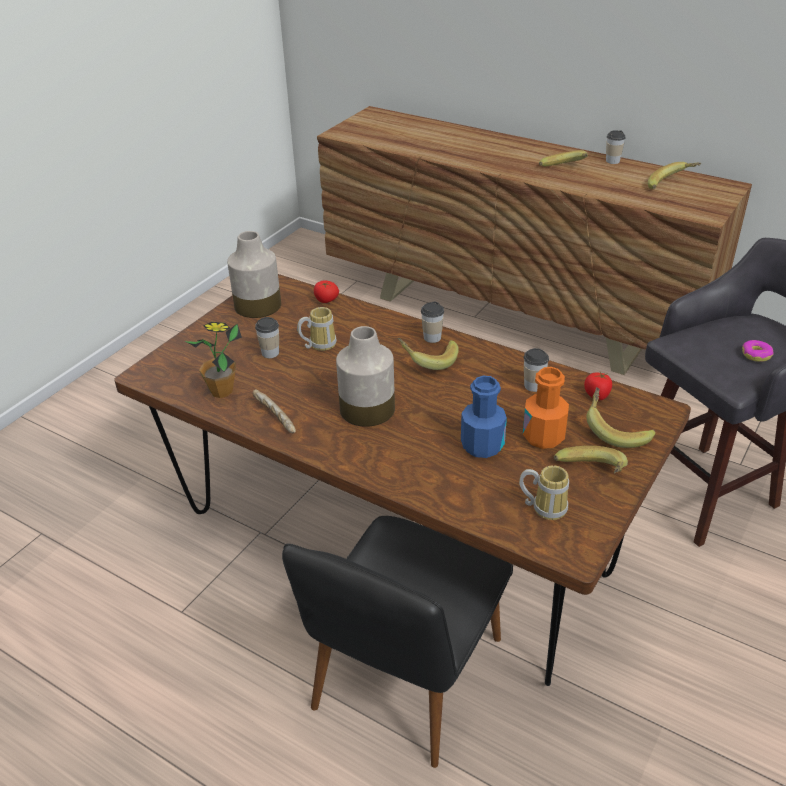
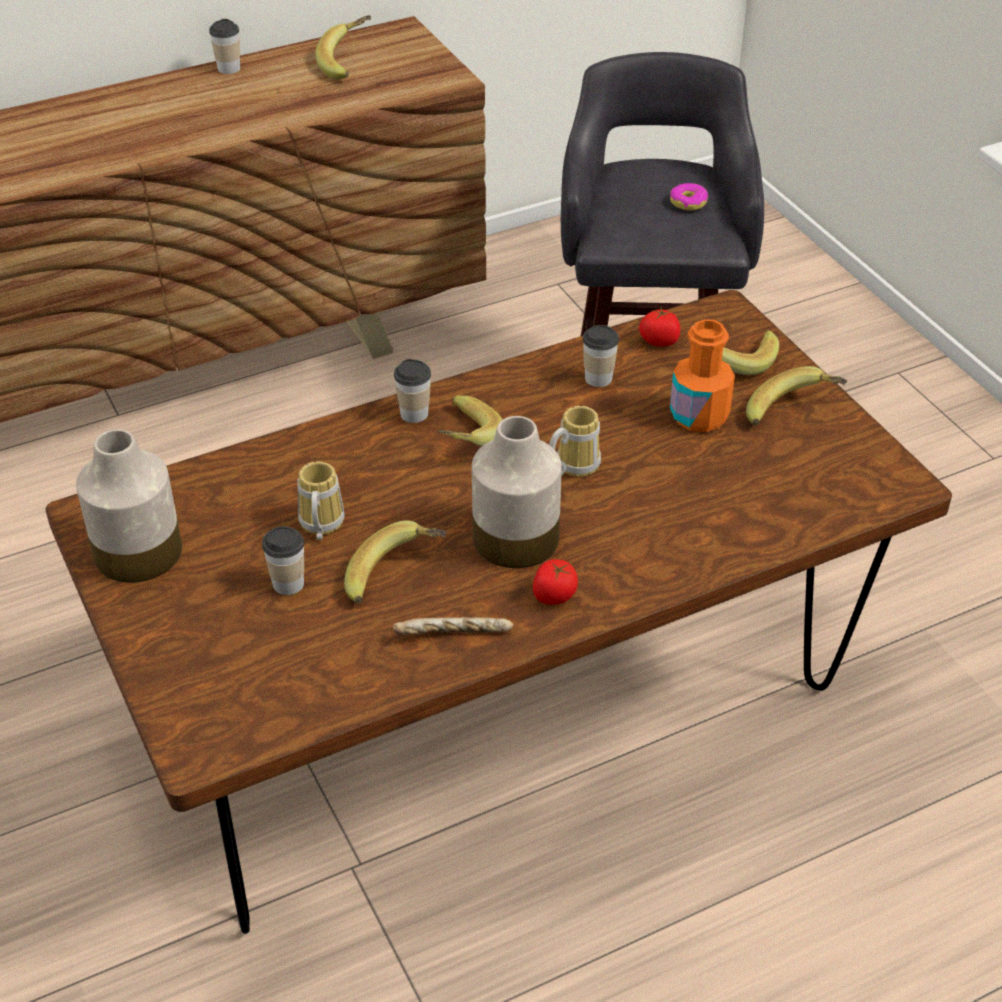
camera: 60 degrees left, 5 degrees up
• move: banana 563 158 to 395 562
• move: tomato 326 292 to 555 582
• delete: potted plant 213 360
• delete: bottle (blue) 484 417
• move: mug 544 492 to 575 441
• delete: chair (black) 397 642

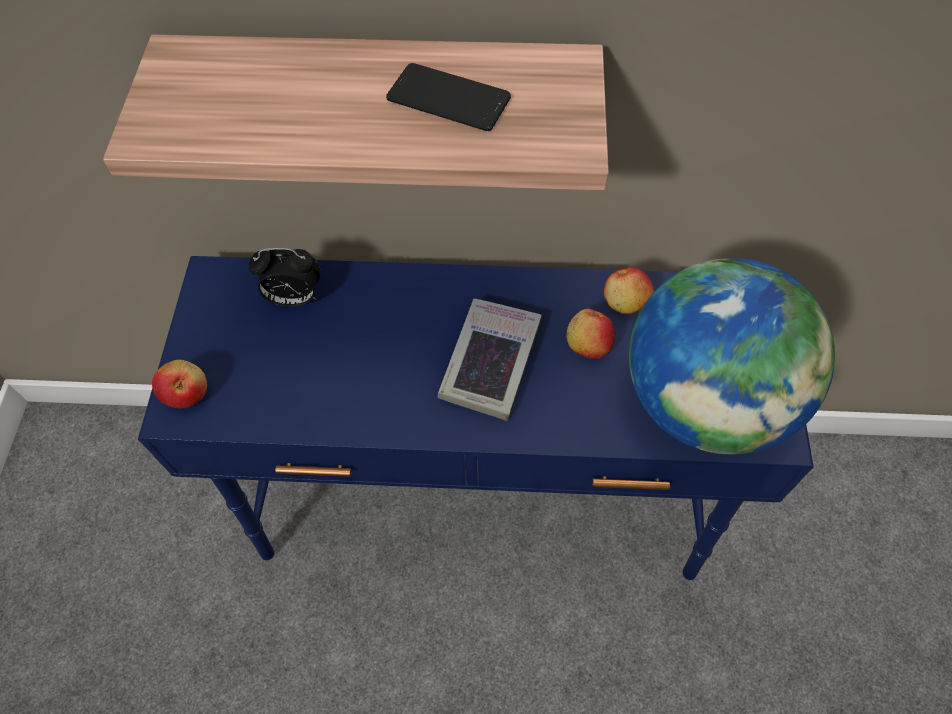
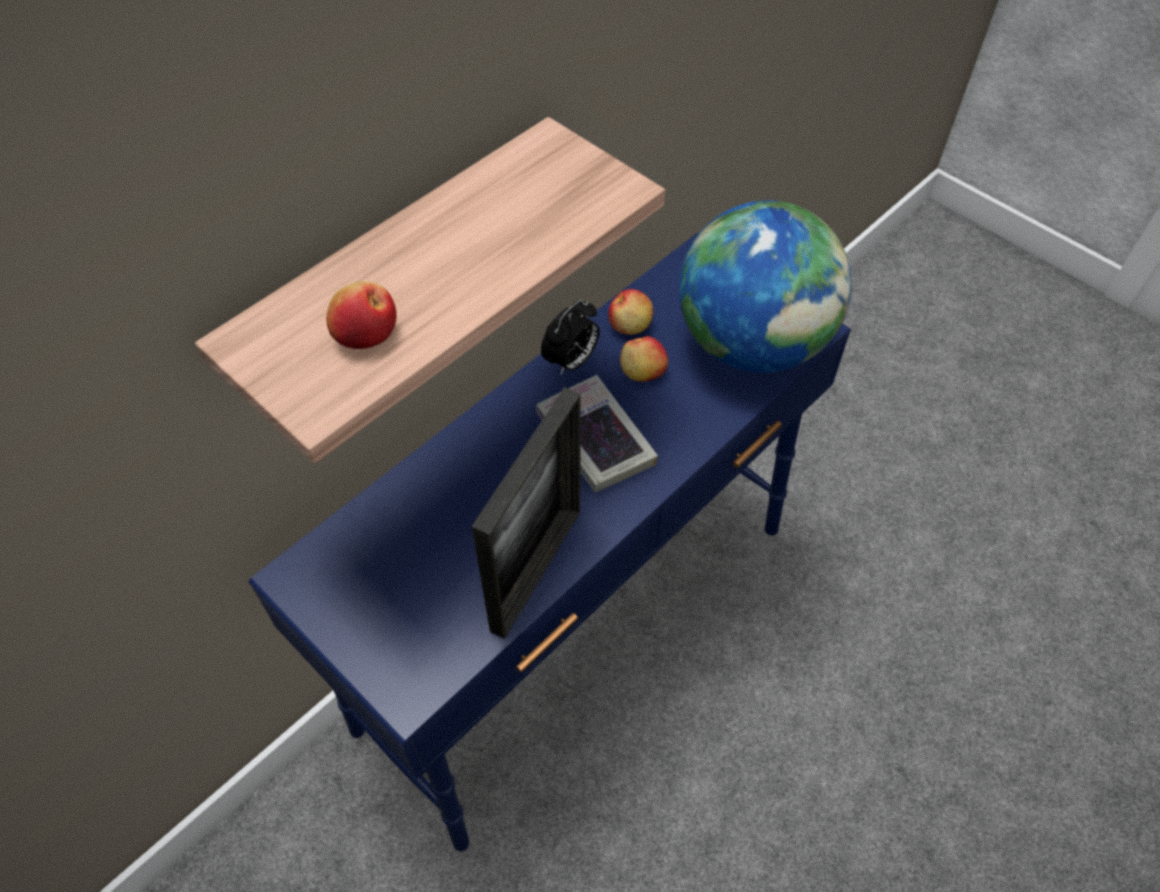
camera: 50 degrees left, 5 degrees down
• delete: phone 448 97
• move: alarm clock 284 277 to 570 337
• move: apple 179 384 to 361 315
• insert: picture frame 526 513

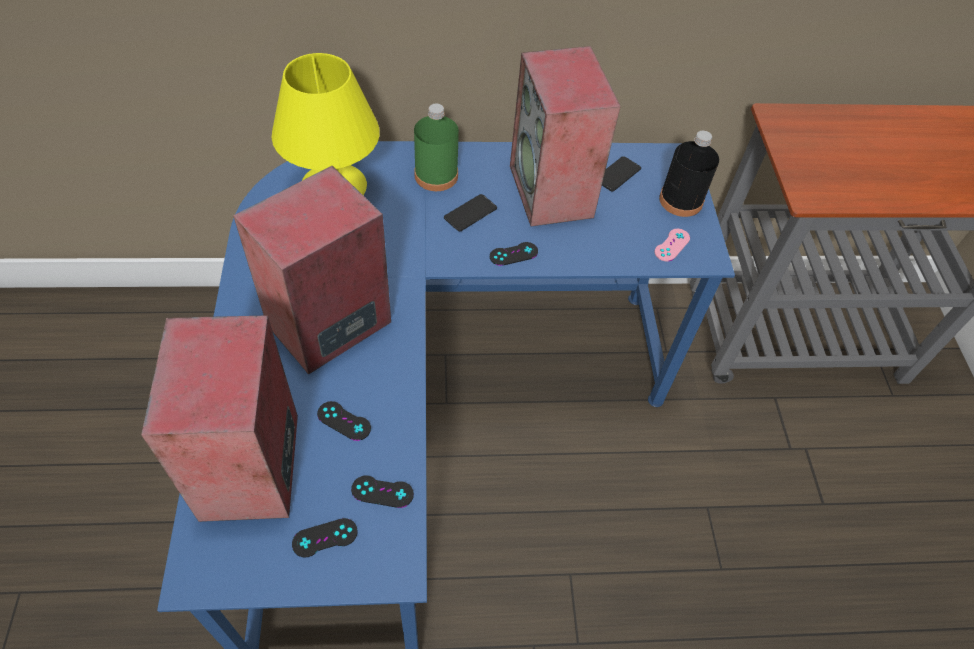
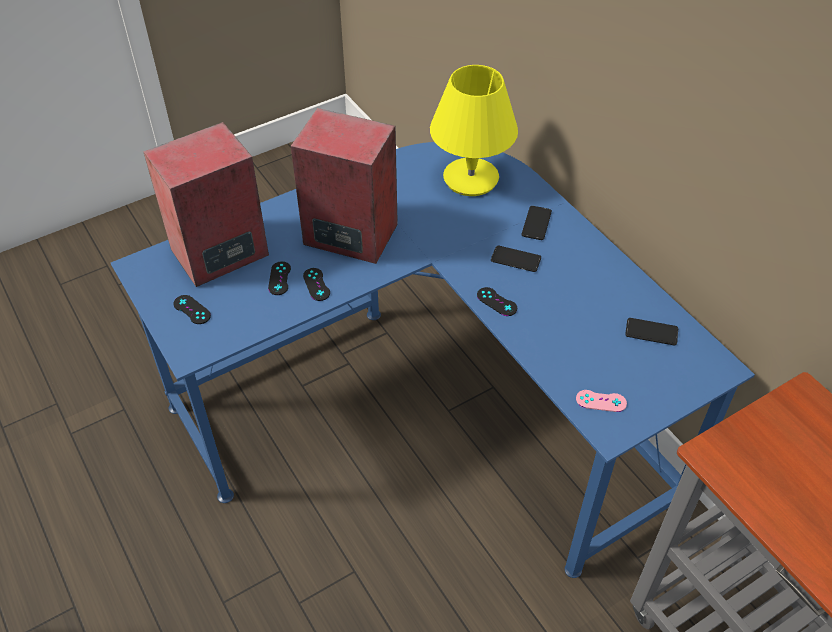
camera: 65 degrees right, 5 degrees down
• delete: speaker 565 136
• replace: bottle (green) 436 147 to phone 536 223
• delete: bottle (black) 689 174
• move: game controller (black) 382 492 to 316 284

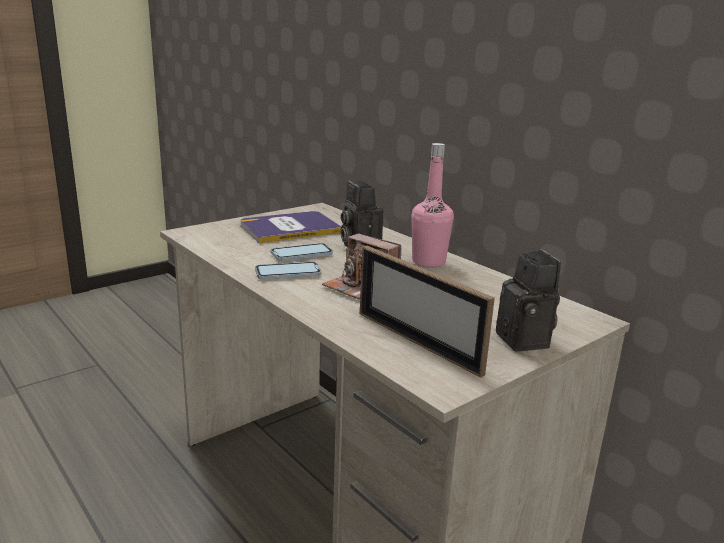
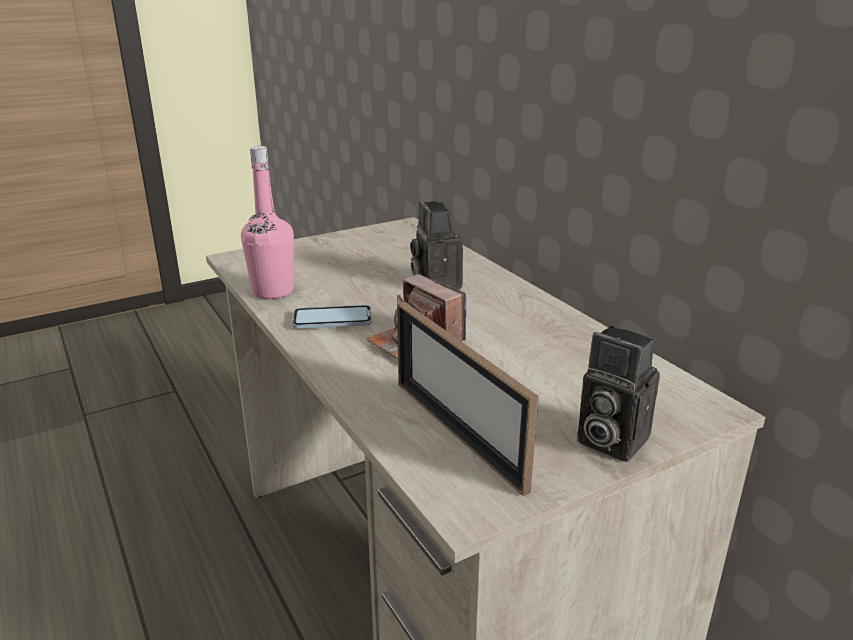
camera: 10 degrees right, 5 degrees up
• move: bottle (pink) 433 205 to 267 222
• delete: book 290 227
• delete: phone 302 252
• rotate: photo camera 528 300 = 618 394 135 degrees clockwise

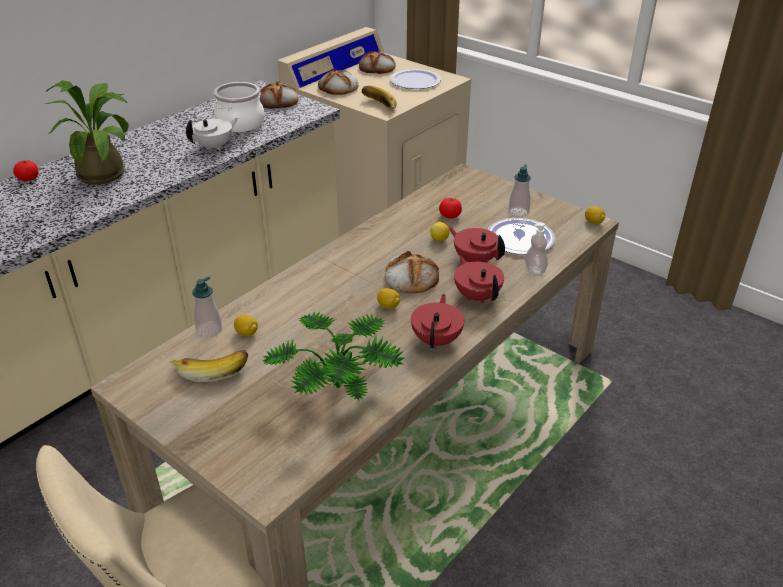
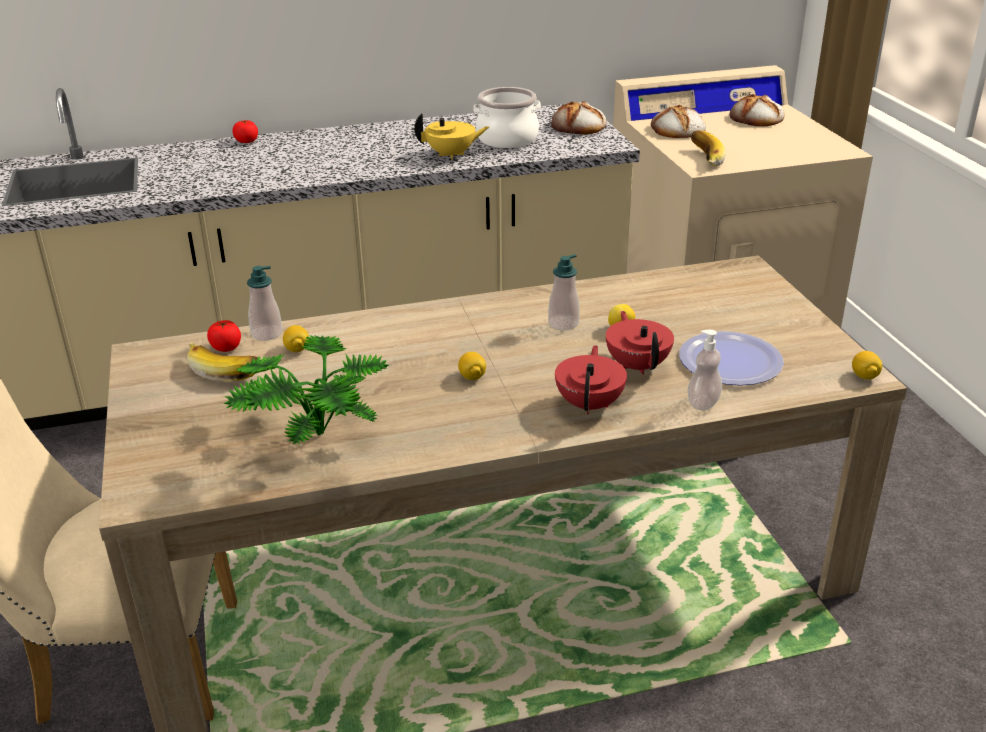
camera: 35 degrees right, 5 degrees down
• delete: plate 415 79
• delete: potted plant 86 132
• recolor: teapot (white) 212 134 to teapot (yellow) 451 137
• move: soap dispenser 519 190 to 564 292
• move: tomato 450 208 to 224 336
• delete: bread 412 272
• delete: teapot (red) 437 321

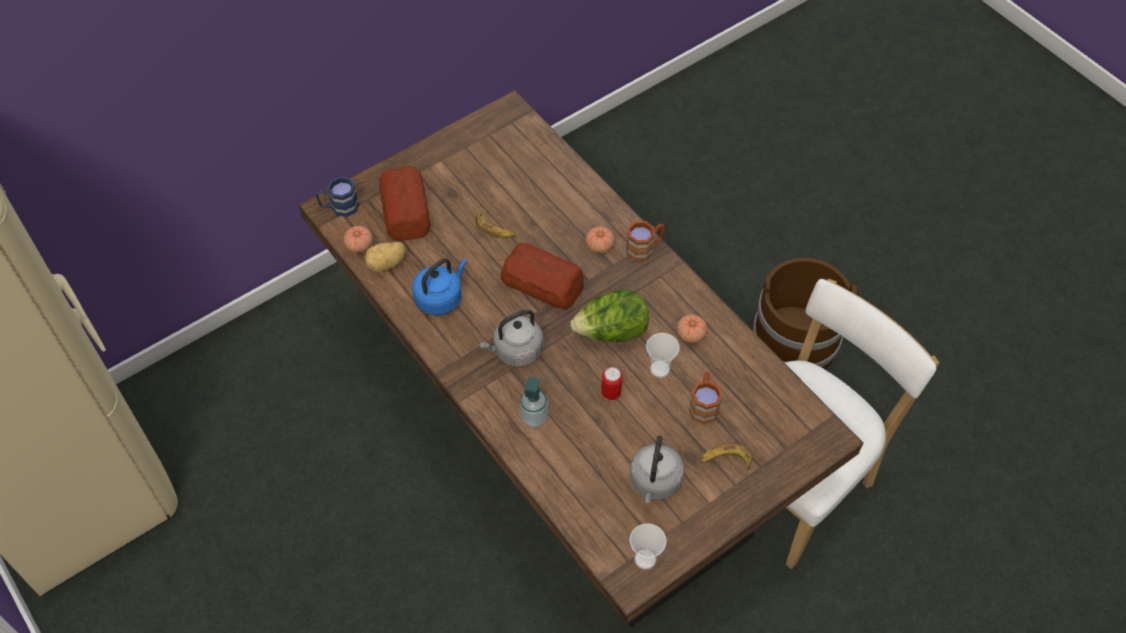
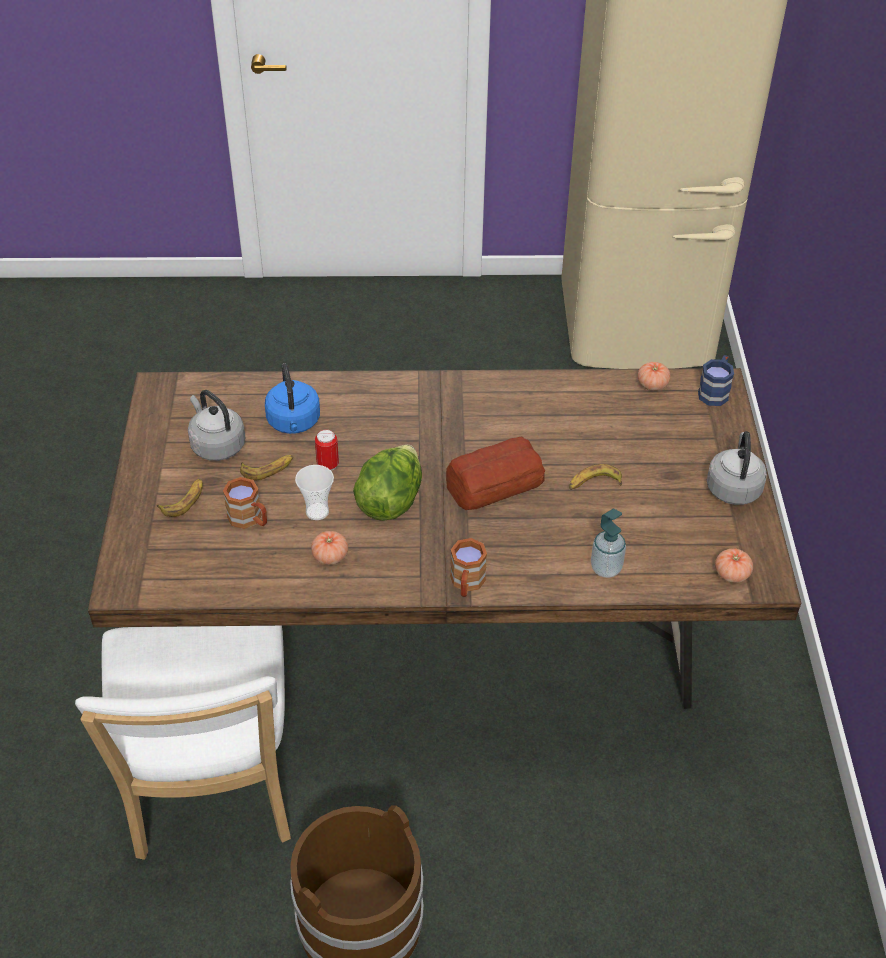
camera: 125 degrees right, 10 degrees down
• delete: bread 405 204
• move: tomato 600 239 to 734 565
• delete: potato 385 257
• move: kettle (blue) 439 286 to 292 398
• move: kettle (grey) 511 338 to 737 468
• move: soap dispenser 534 402 to 608 543
• delete: cup 648 546
• insert: banana 266 467

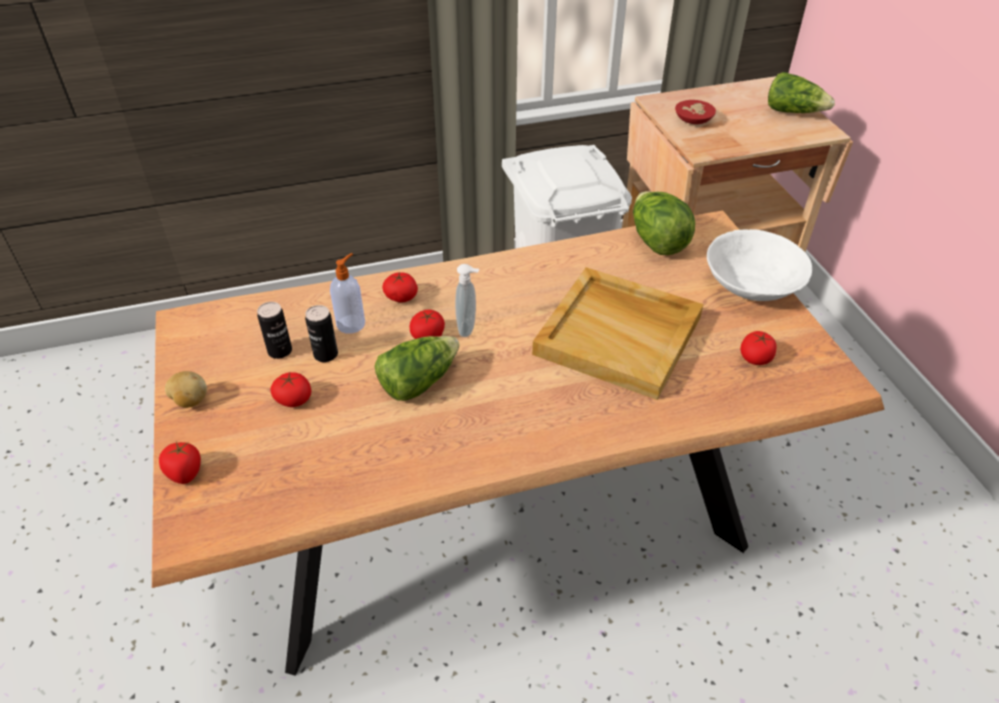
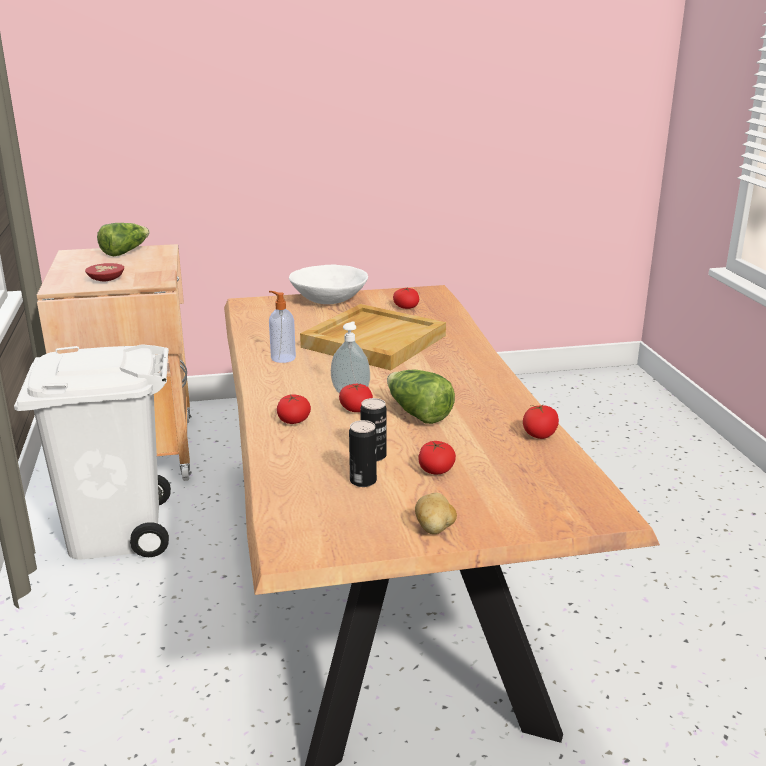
camera: 85 degrees left, 20 degrees down
• delete: lettuce 664 223
• move: soap dispenser 347 293 to 282 327
• move: tomato 180 462 to 541 422

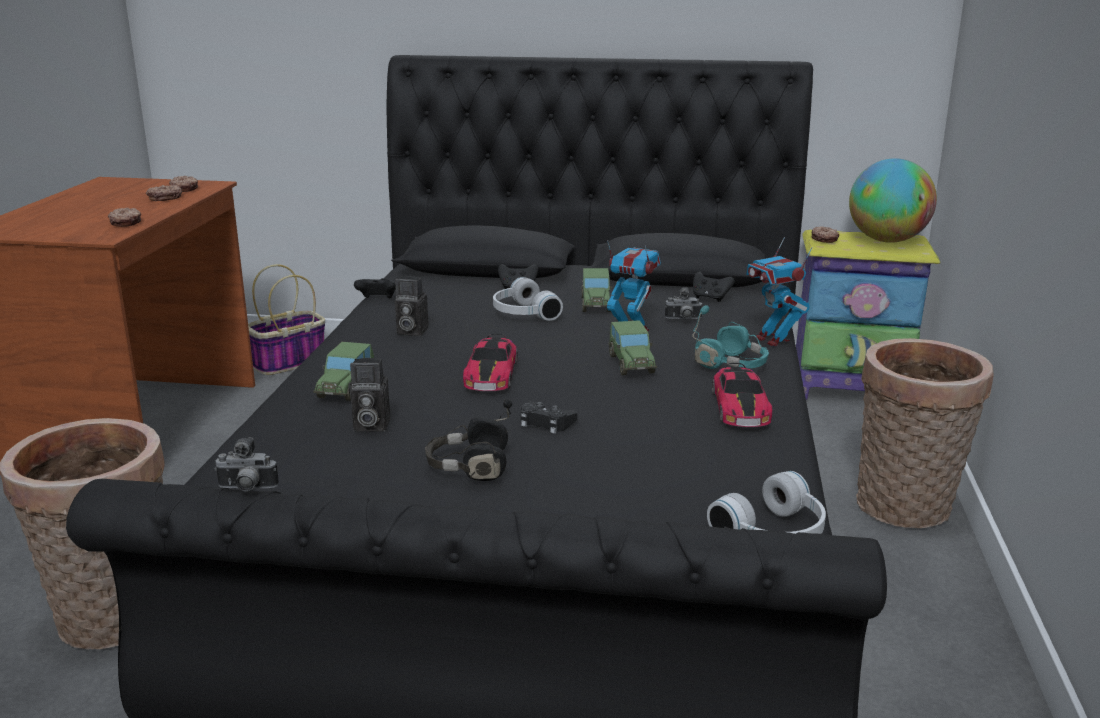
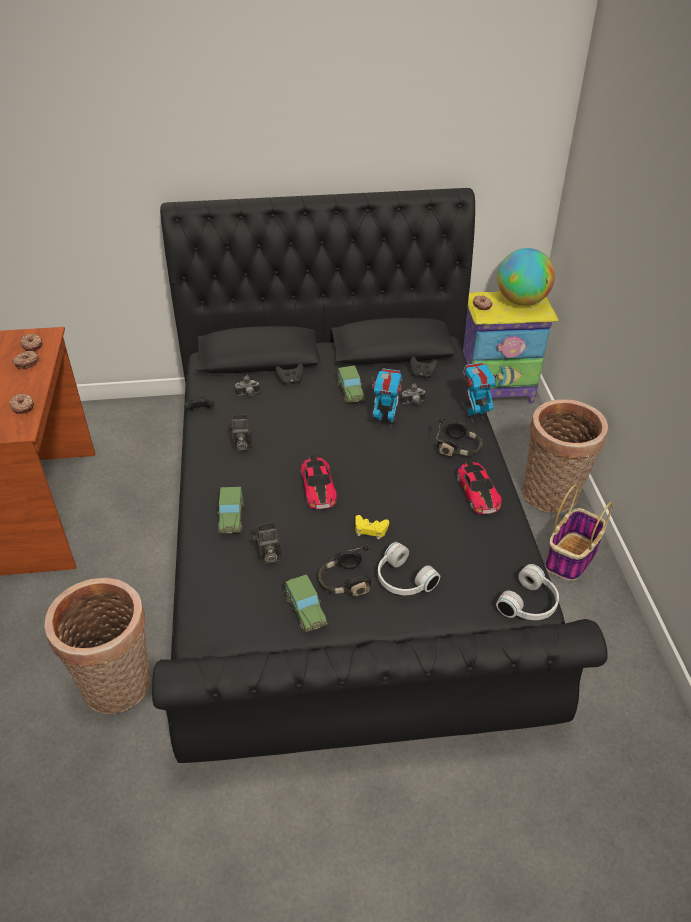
camera: 15 degrees left, 20 degrees up
• rotate: toy robot 779 292 = 481 392 120 degrees clockwise
• move: basket 286 319 to 579 532
• move: headphones (white) 528 299 to 409 568
• recolor: headphones (turquoise) 730 337 to headphones (black) 459 436
• move: toy car 632 347 to 306 603
• recolor: game controller (black) 549 417 to game controller (yellow) 372 527
• move: photo camera 246 464 to 247 385

